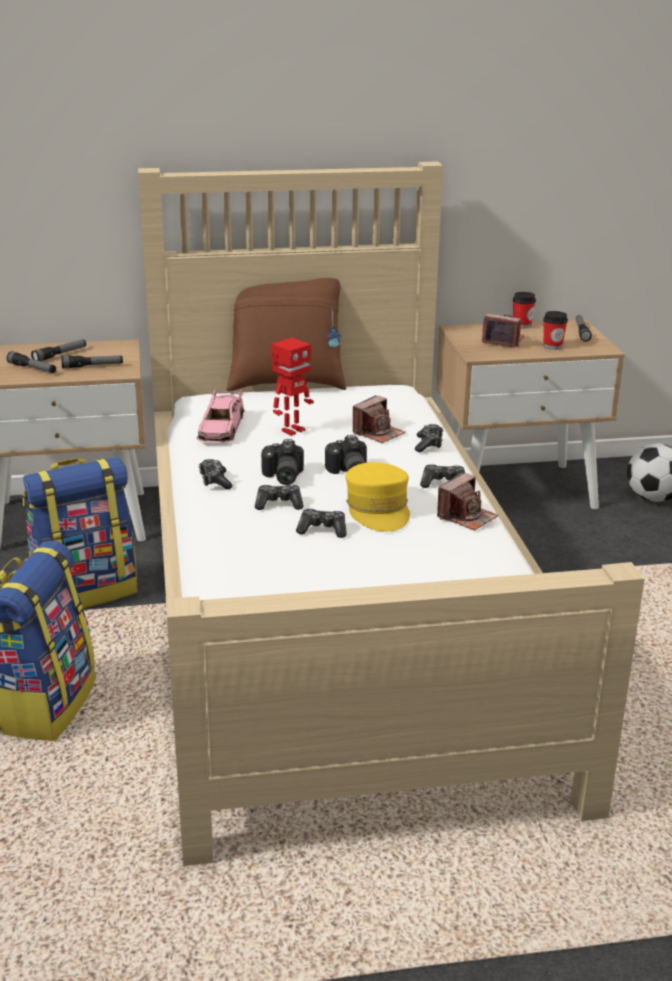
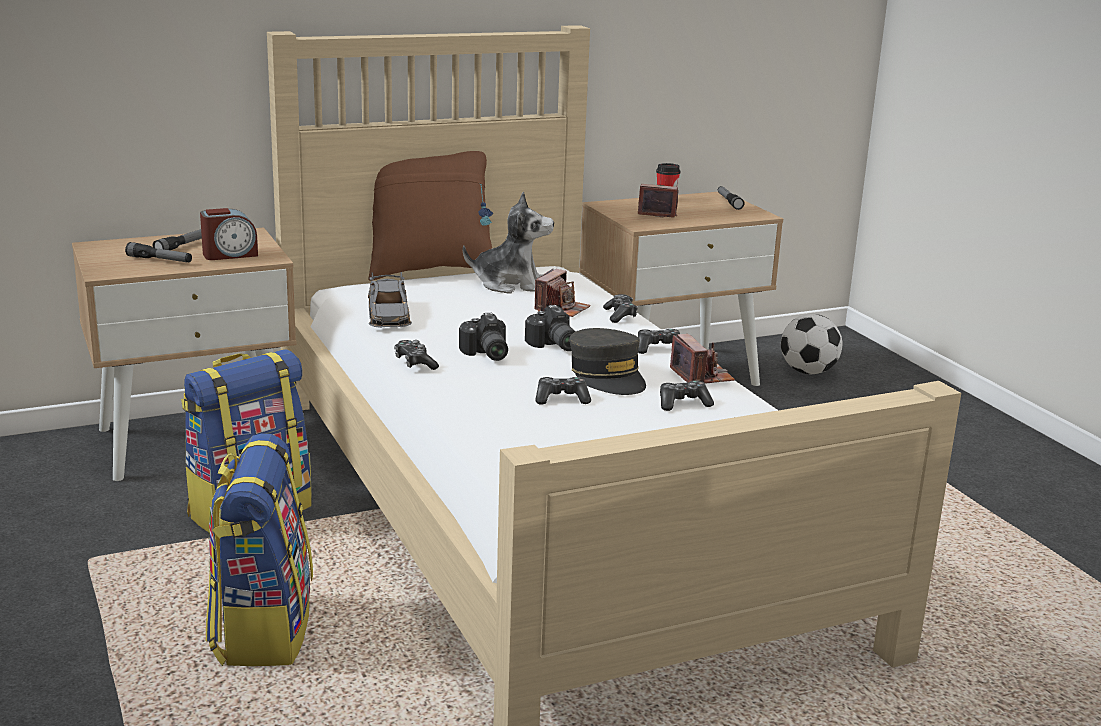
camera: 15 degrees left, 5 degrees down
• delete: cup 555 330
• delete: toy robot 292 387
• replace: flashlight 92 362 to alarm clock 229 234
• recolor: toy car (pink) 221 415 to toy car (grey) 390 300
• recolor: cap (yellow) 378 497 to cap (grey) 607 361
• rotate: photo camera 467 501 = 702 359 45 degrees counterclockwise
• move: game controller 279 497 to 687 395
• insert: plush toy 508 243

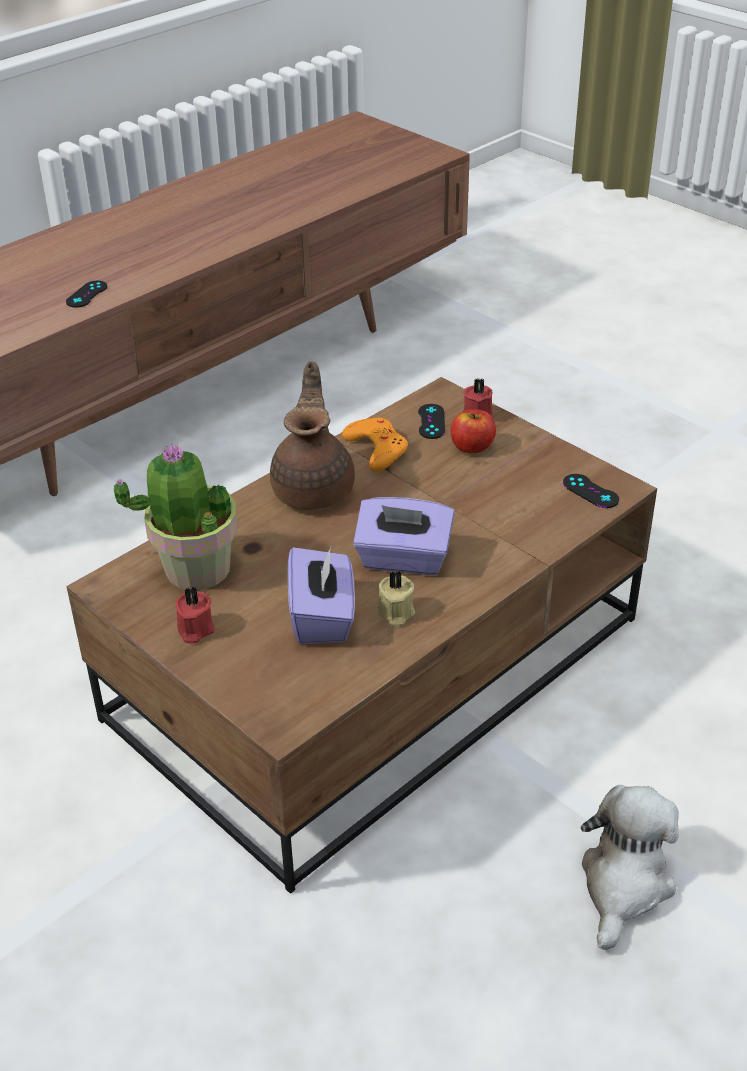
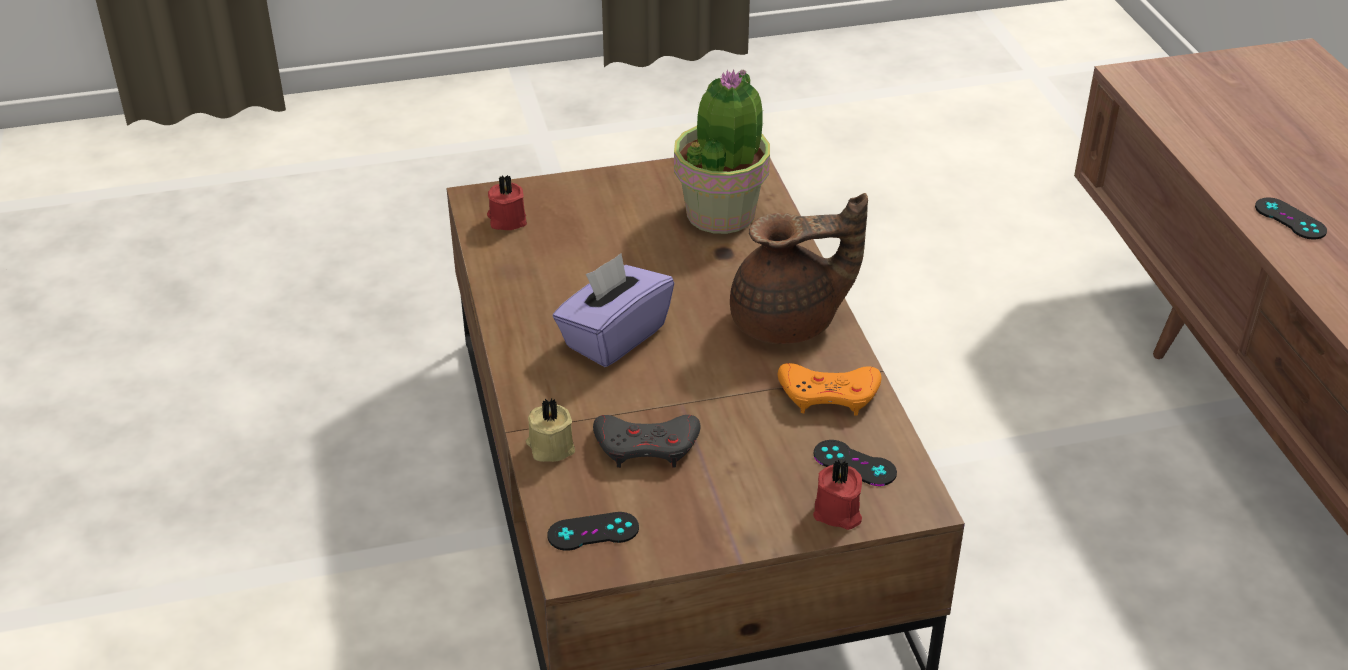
camera: 120 degrees right, 0 degrees up
• rotate: teapot (brown) 312 435 = 799 268 45 degrees counterclockwise
• delete: apple 473 432
• delete: tissue box (purple) 321 595
• move: candle (beige) 395 598 to 550 430
• move: candle (red) 195 615 to 507 202
• delete: plush toy 630 867
• insert: game controller (grey) 646 441

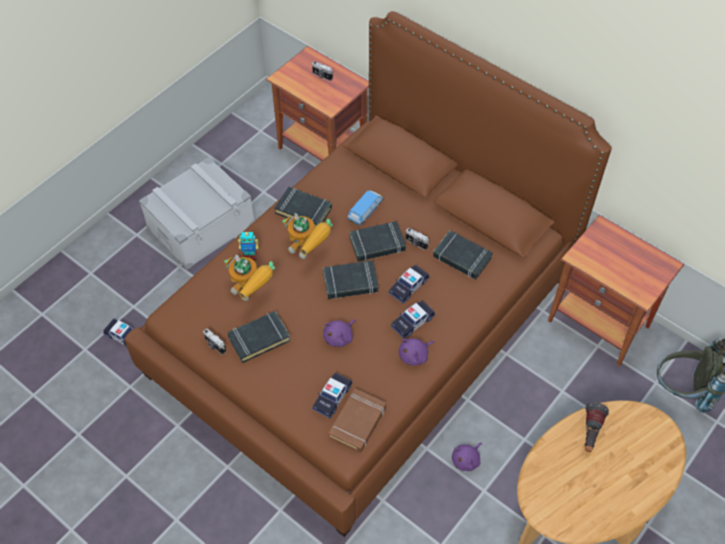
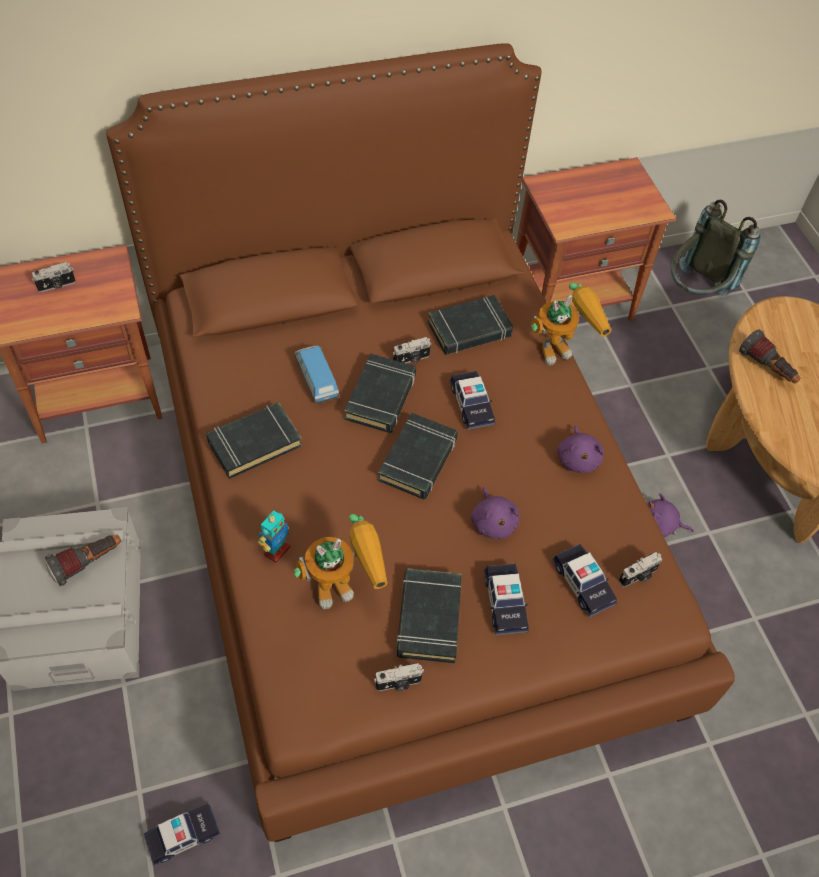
camera: 60 degrees left, 0 degrees up
• move: toy robot 307 236 to 571 324
• move: toy car 413 319 to 506 599
• replace: book (brown) 357 420 to photo camera 640 569
• rotate: plush toy (purple) 467 457 = 670 515 120 degrees clockwise
• insert: flashlight 83 560

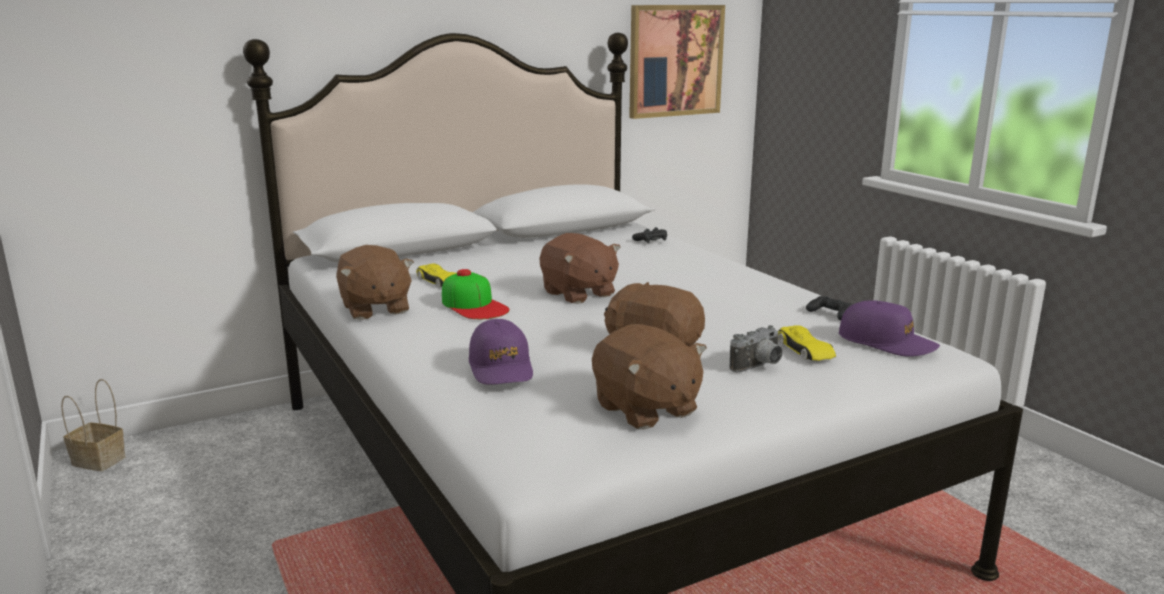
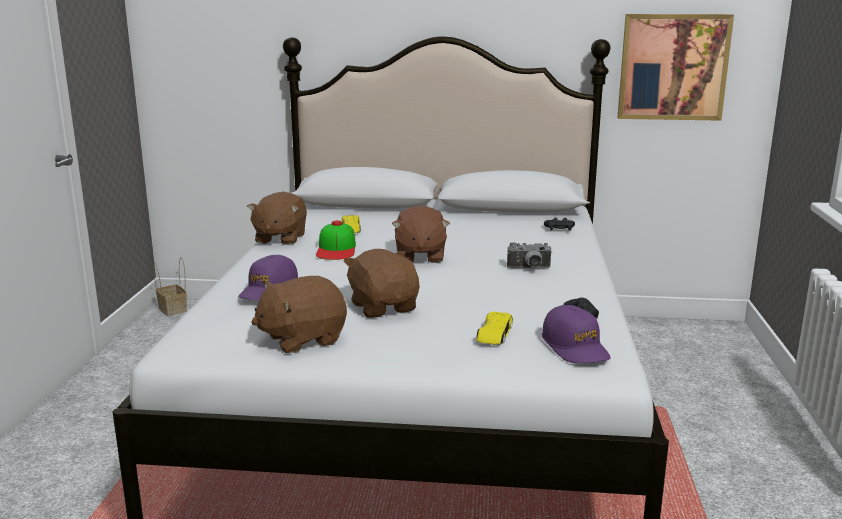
camera: 35 degrees right, 0 degrees up
• rotate: plush toy (brown) 649 377 = 299 314 60 degrees clockwise
• move: photo camera 756 348 to 529 255

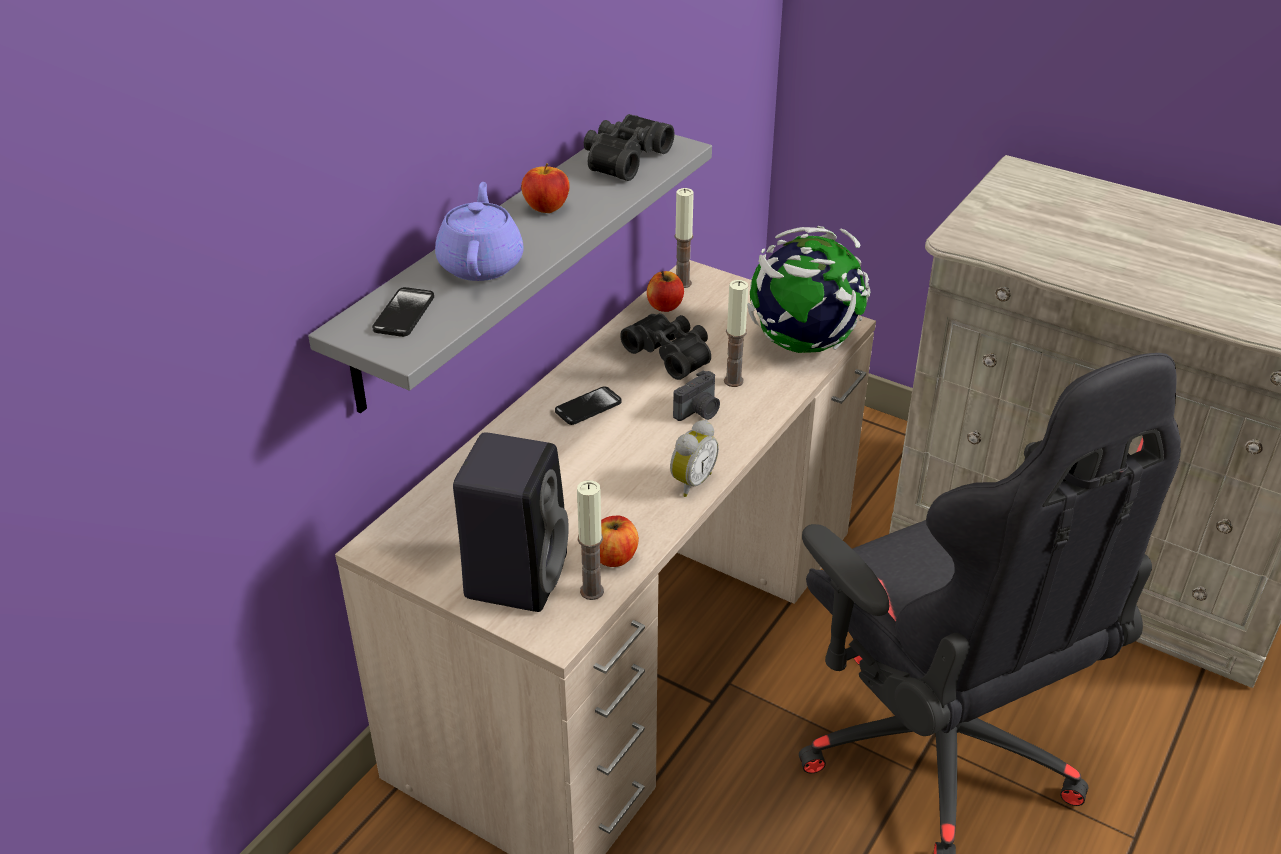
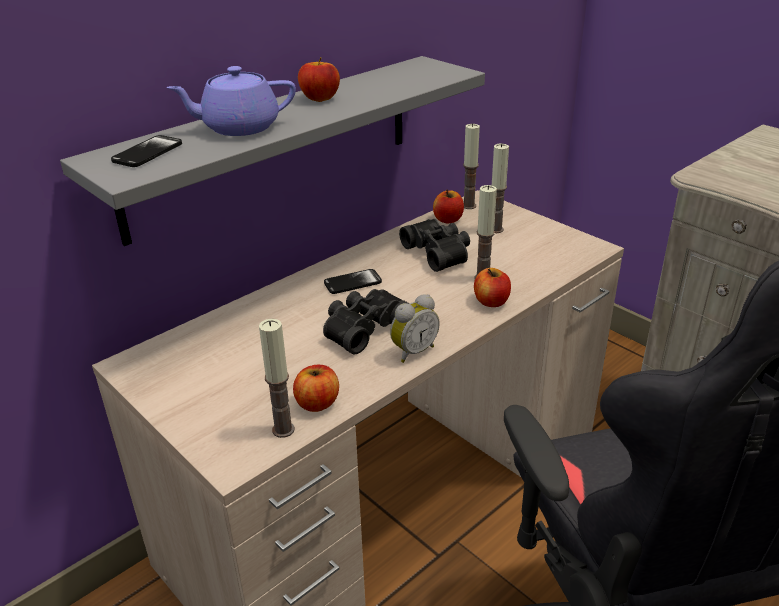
camera: 15 degrees right, 5 degrees down
• move: binoculars (black) 629 147 to 366 321
• rotate: teapot (purple) 479 231 = 231 101 120 degrees counterclockwise
• delete: globe 809 289
• delete: photo camera 696 395
• delete: speaker (black) 511 522
• insert: candle 500 188
• insert: apple 492 287

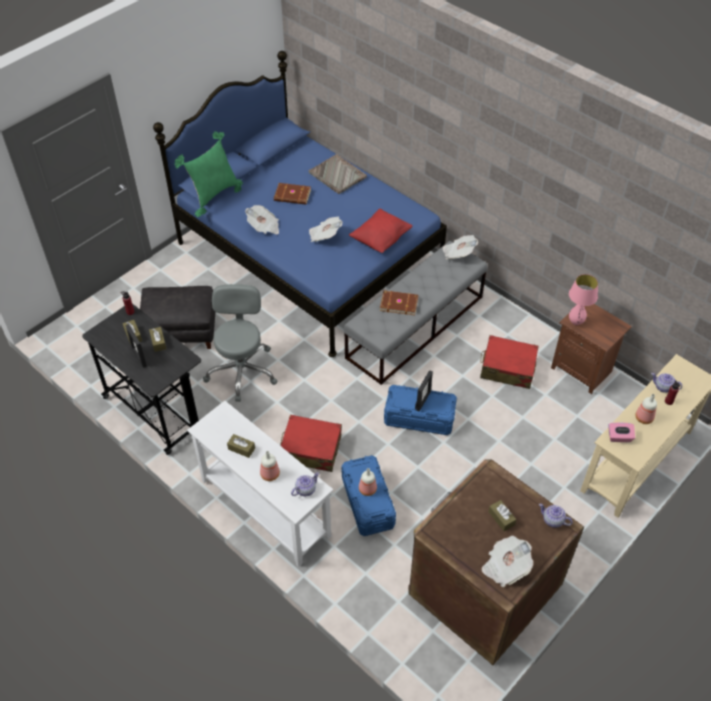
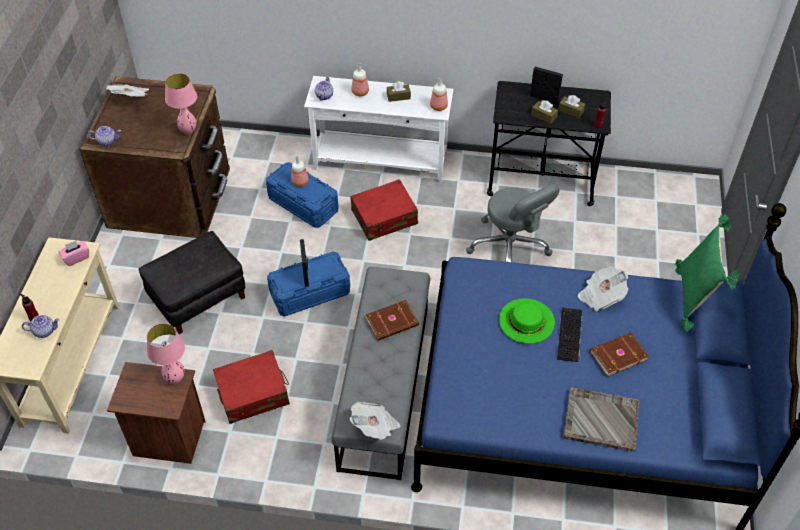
camera: 145 degrees right, 0 degrees up
• delete: pillow (red) 380 231
• replace: newspaper 325 229 to hat (green) 527 321
• move: ottoman (black) 177 317 to 191 282
• move: bottle 646 409 to 439 94
• delete: tissue box (brown) 502 515
• insert: table lamp (pink) 181 103
• insert: keyboard 569 335

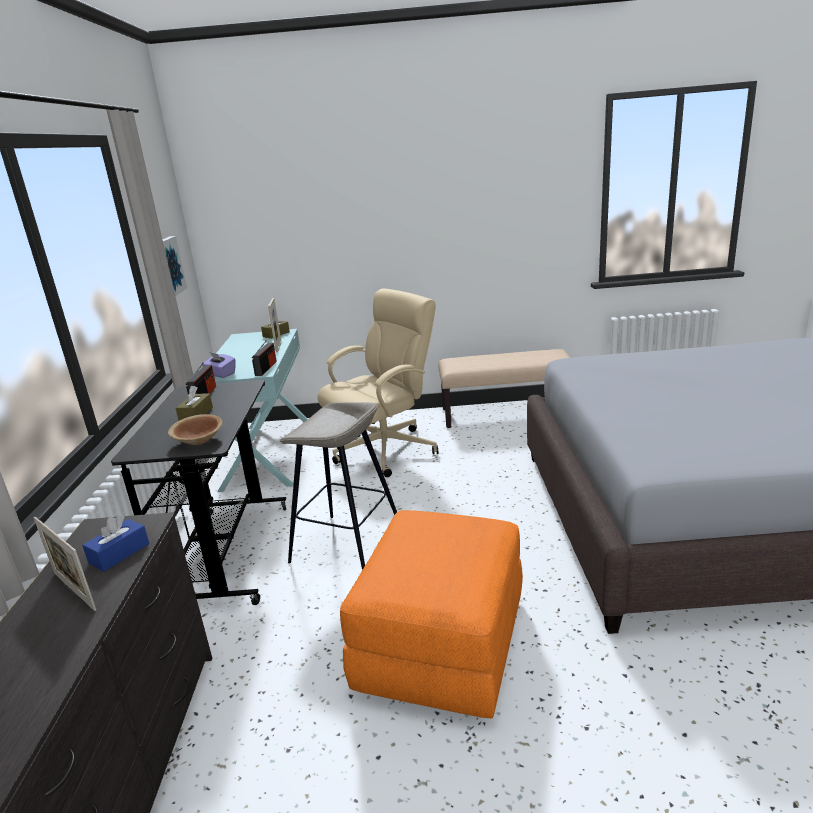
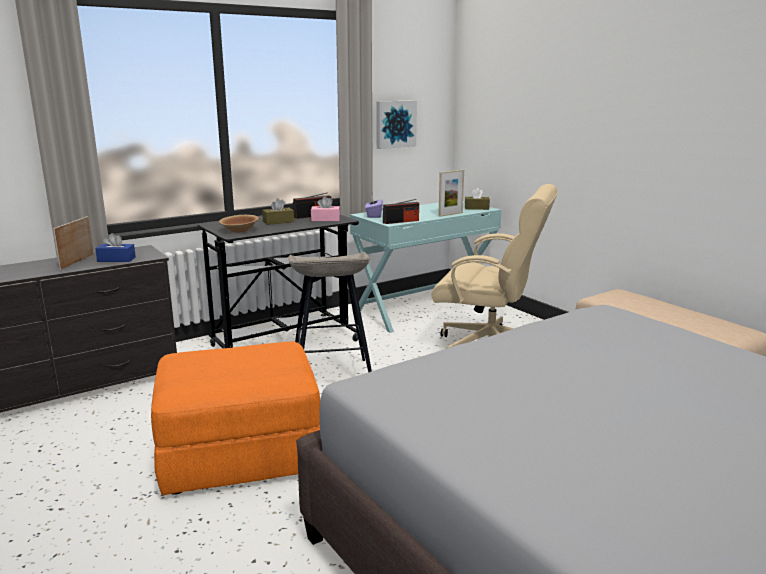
camera: 55 degrees right, 5 degrees down
• insert: tissue box (pink) 325 208

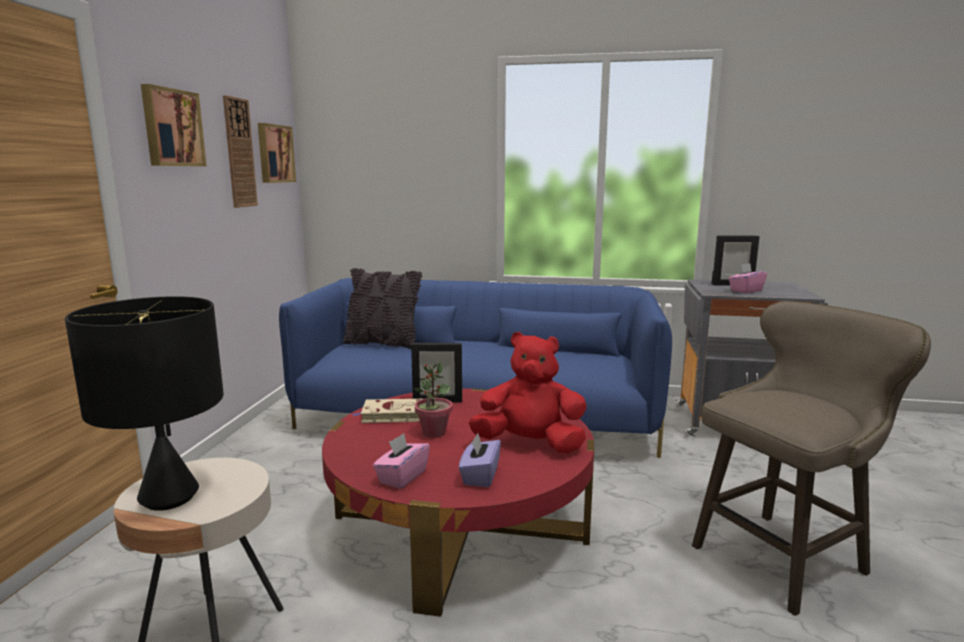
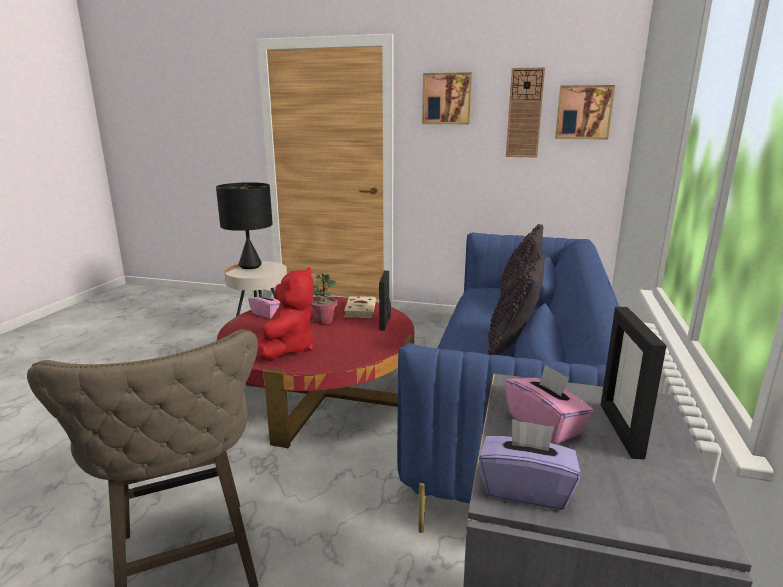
camera: 95 degrees right, 5 degrees up
• move: tissue box (purple) 480 460 to 530 464
• insert: pillow (black) 516 303

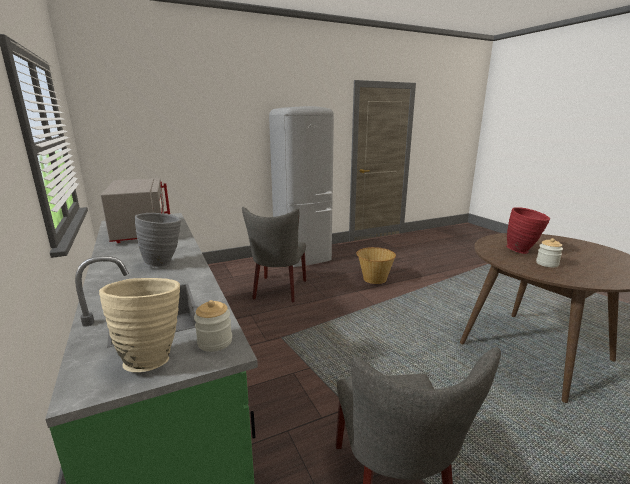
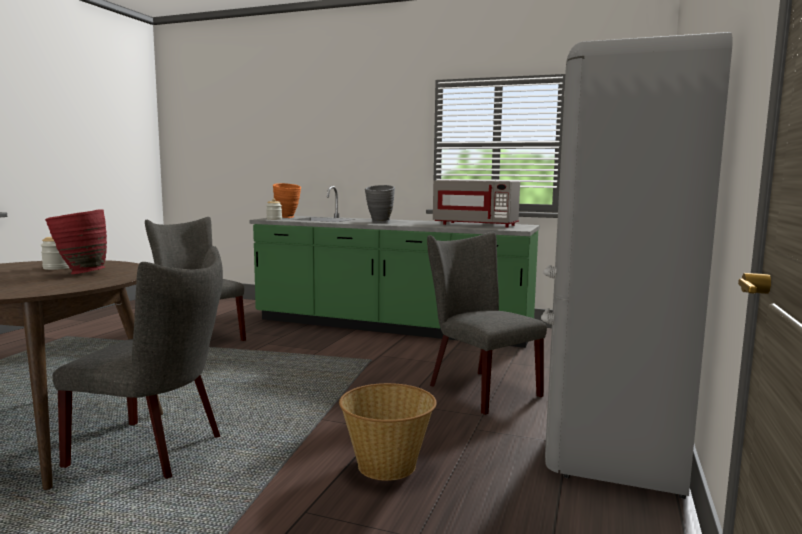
camera: 135 degrees right, 10 degrees down
• recolor: vase (beige) 139 325 to vase (orange) 287 200
• insert: chair (grey) 138 362

